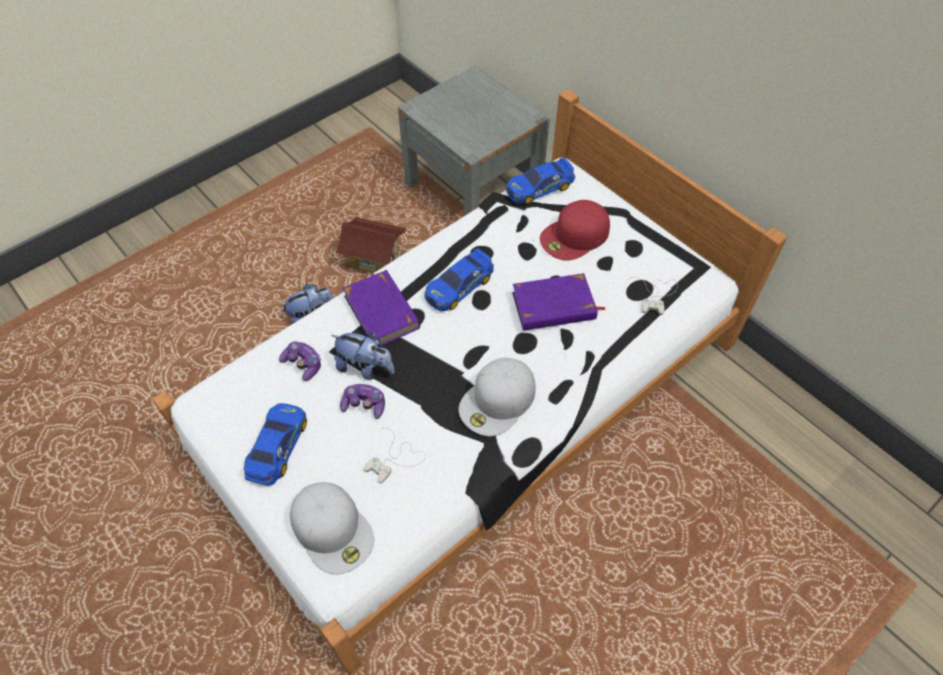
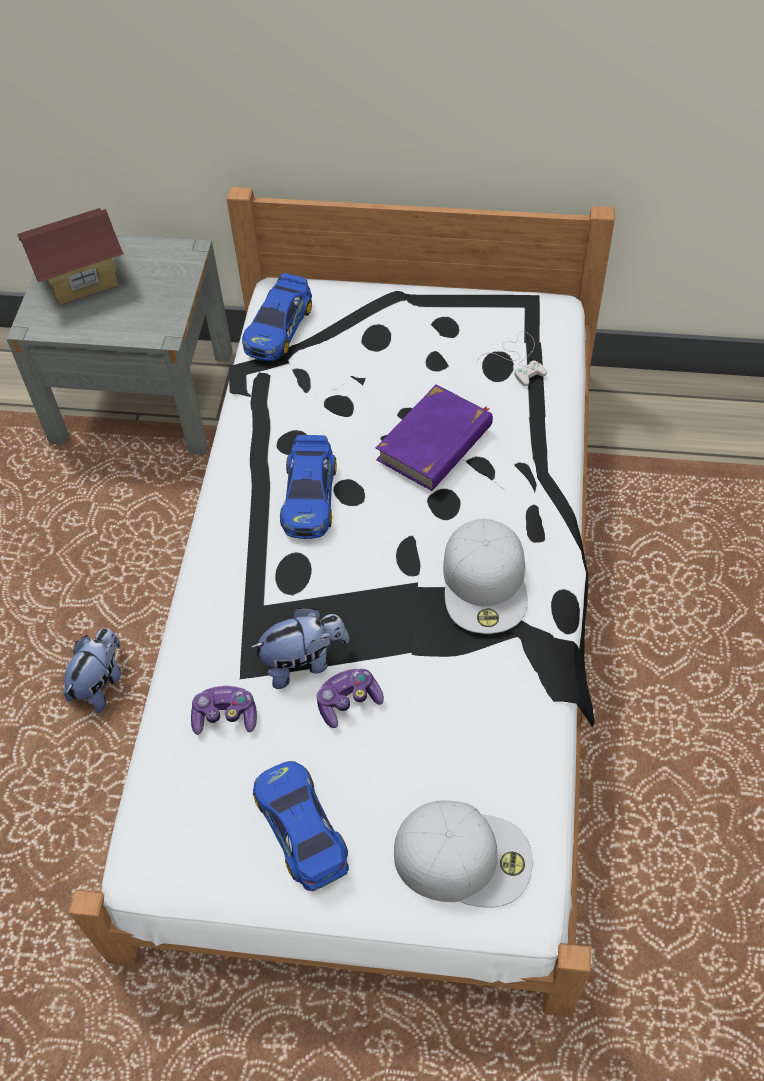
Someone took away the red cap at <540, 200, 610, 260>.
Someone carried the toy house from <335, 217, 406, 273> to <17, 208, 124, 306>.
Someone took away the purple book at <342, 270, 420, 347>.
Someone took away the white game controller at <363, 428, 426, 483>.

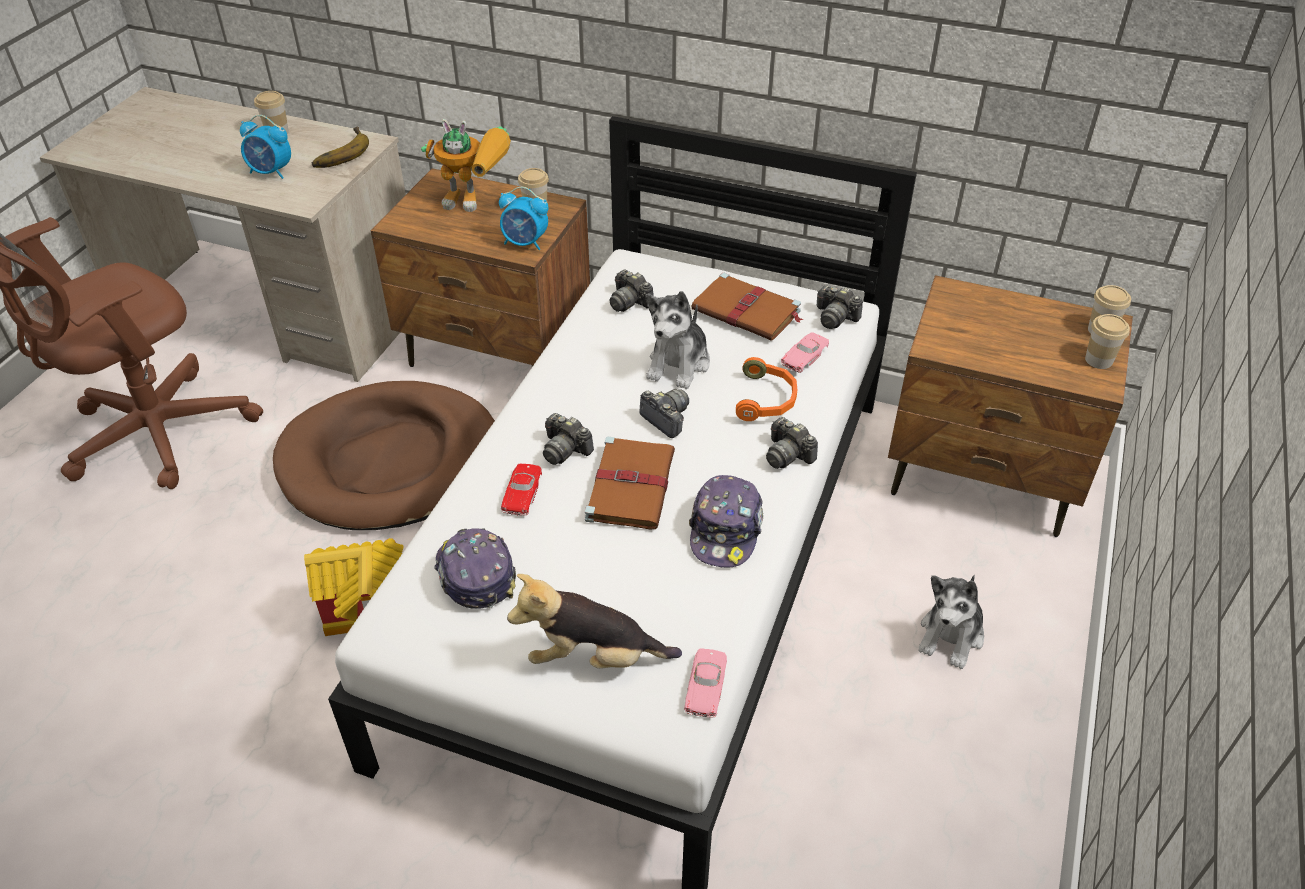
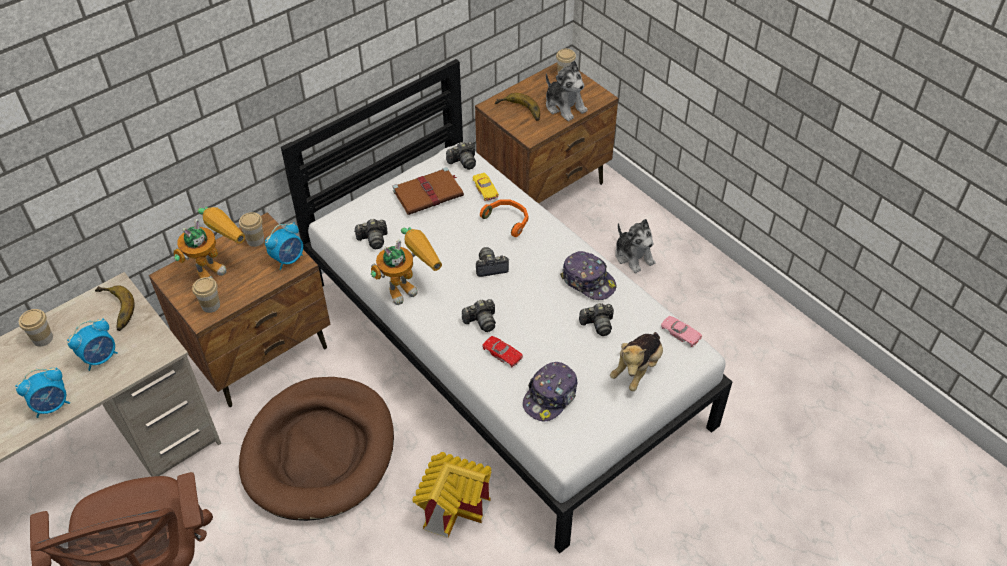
Someone carried the plush toy from <646, 291, 710, 389> to <546, 61, 588, 121>.
Someone carried the cup from <1085, 314, 1130, 369> to <192, 277, 220, 313>.
Someone repainted the pink toy car at <781, 332, 829, 373>, which became the yellow toy car at <473, 173, 499, 201>.
Someone carried the photo camera from <766, 417, 818, 469> to <579, 303, 614, 336>.
Someone took away the brown book at <585, 437, 675, 530>.
Someone rotated the cap at <434, 528, 516, 609> by 60 degrees counterclockwise.
Someone put down the banana at <495, 93, 540, 121>.
Someone put down the toy robot at <371, 227, 442, 305>.
Someone put down the alarm clock at <15, 367, 70, 418>.

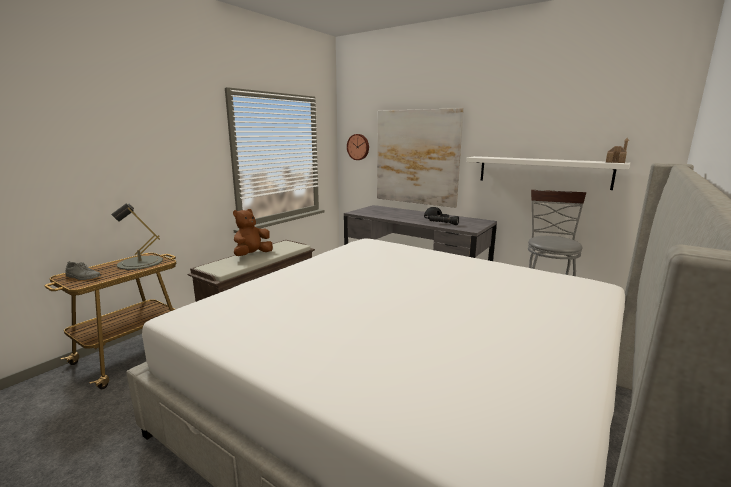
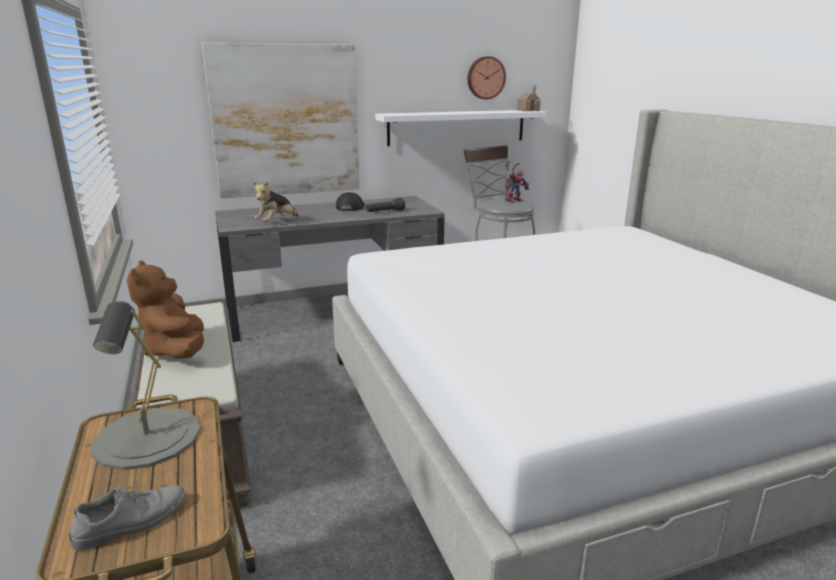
Someone carried the wall clock from <347, 134, 369, 160> to <467, 56, 506, 99>.
Someone put down the toy robot at <505, 161, 529, 203>.
Someone put down the plush toy at <253, 181, 298, 222>.

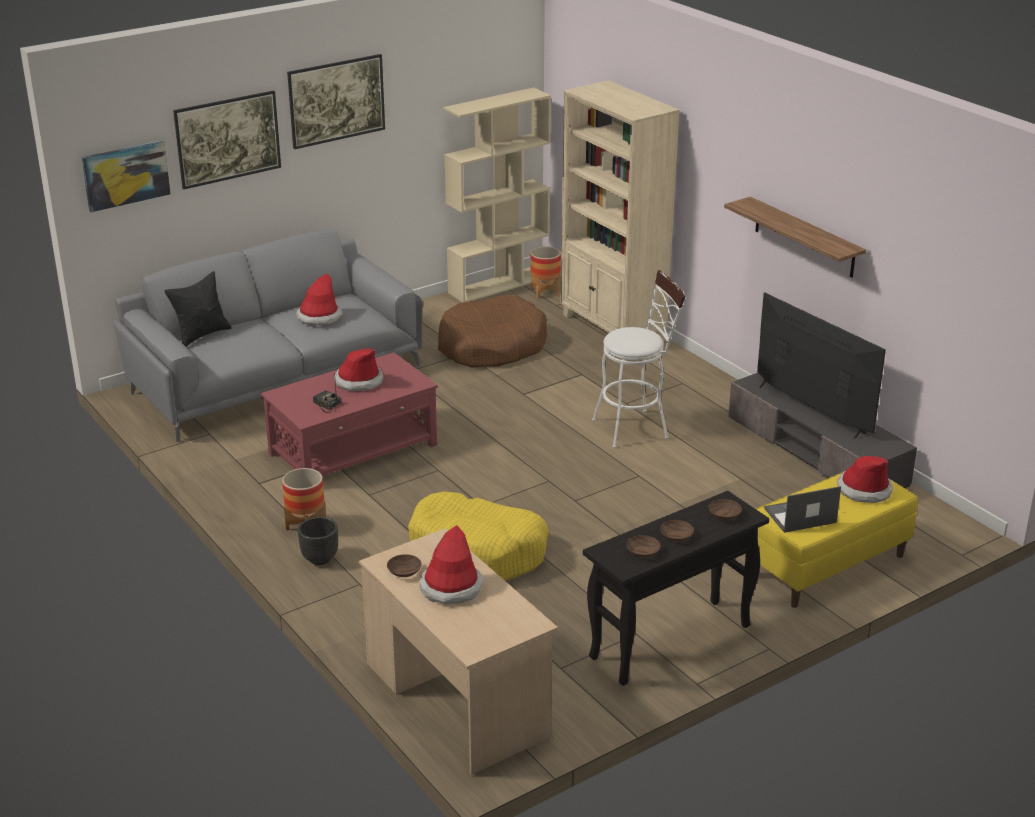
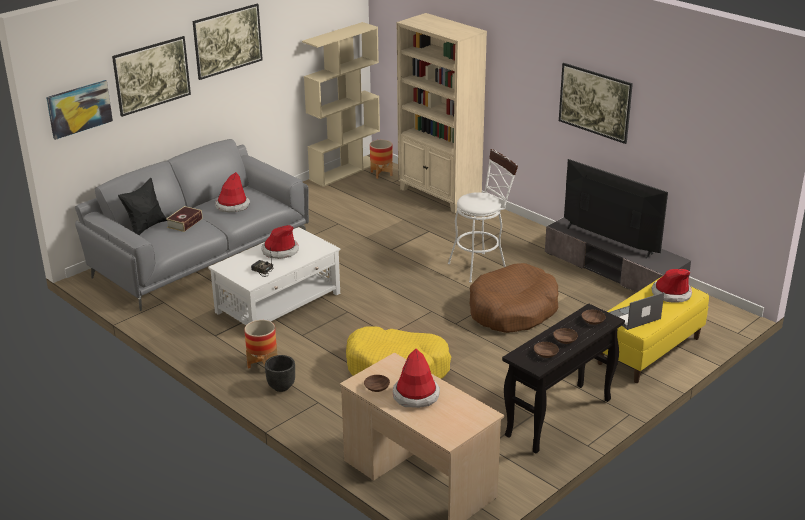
Someone swapped the shelf at <724, 197, 866, 278> for the picture at <559, 63, 633, 144>.
Someone carried the brown dog bed from <438, 295, 547, 367> to <470, 263, 558, 333>.
Someone repainted the red coffee table at <261, 352, 438, 476>, which became the white coffee table at <208, 227, 340, 325>.
Someone put down the book at <166, 206, 202, 232>.

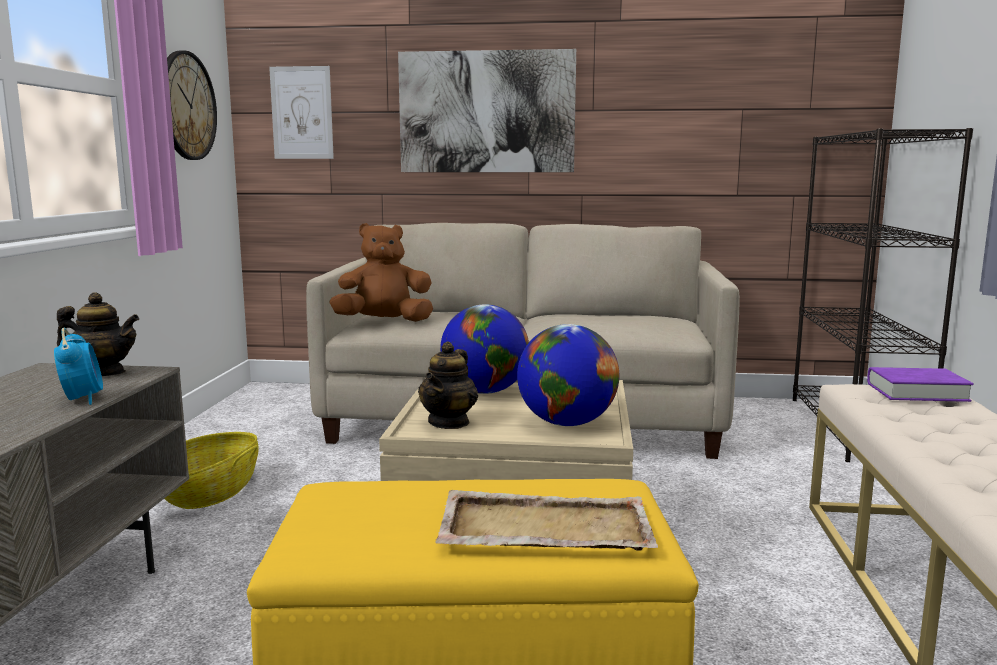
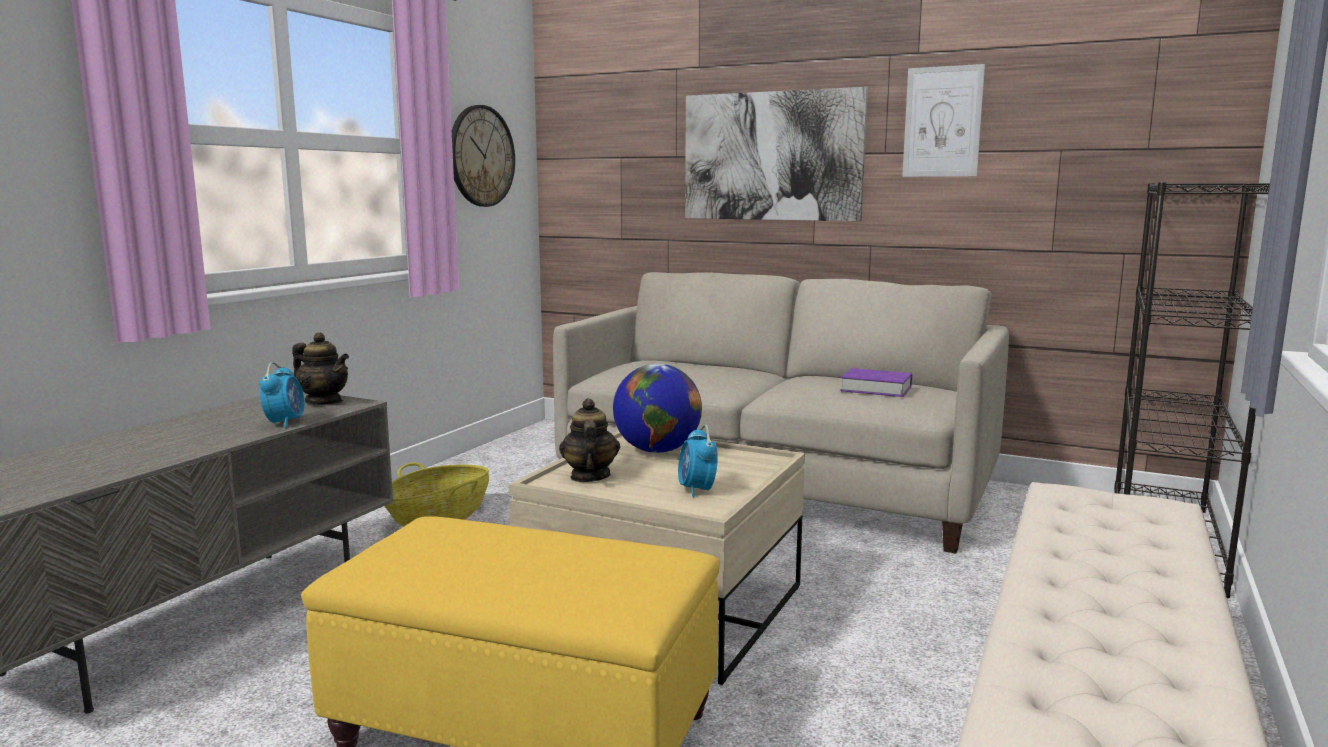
Someone carried the picture from <269, 66, 334, 159> to <902, 64, 985, 177>.
Someone took away the brown plush toy at <329, 223, 433, 322>.
Someone swapped the globe at <517, 324, 620, 426> for the alarm clock at <678, 425, 718, 498>.
Someone rotated the teapot at <418, 341, 478, 429> by 135 degrees clockwise.
Someone carried the purple book from <867, 367, 974, 402> to <840, 368, 912, 397>.
Someone took away the beige tray at <435, 490, 658, 551>.

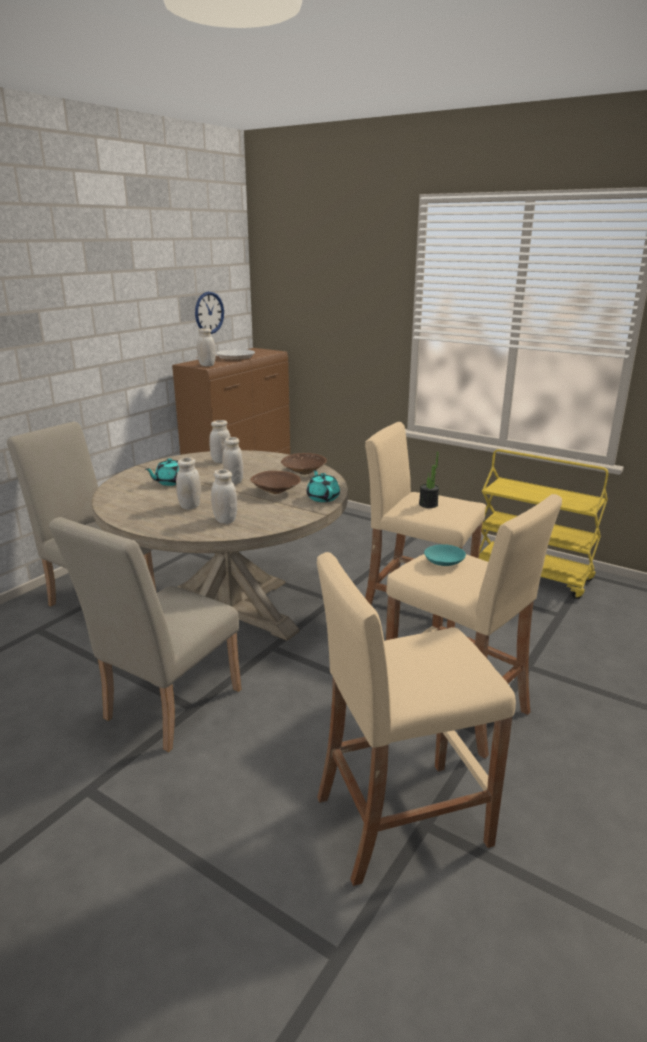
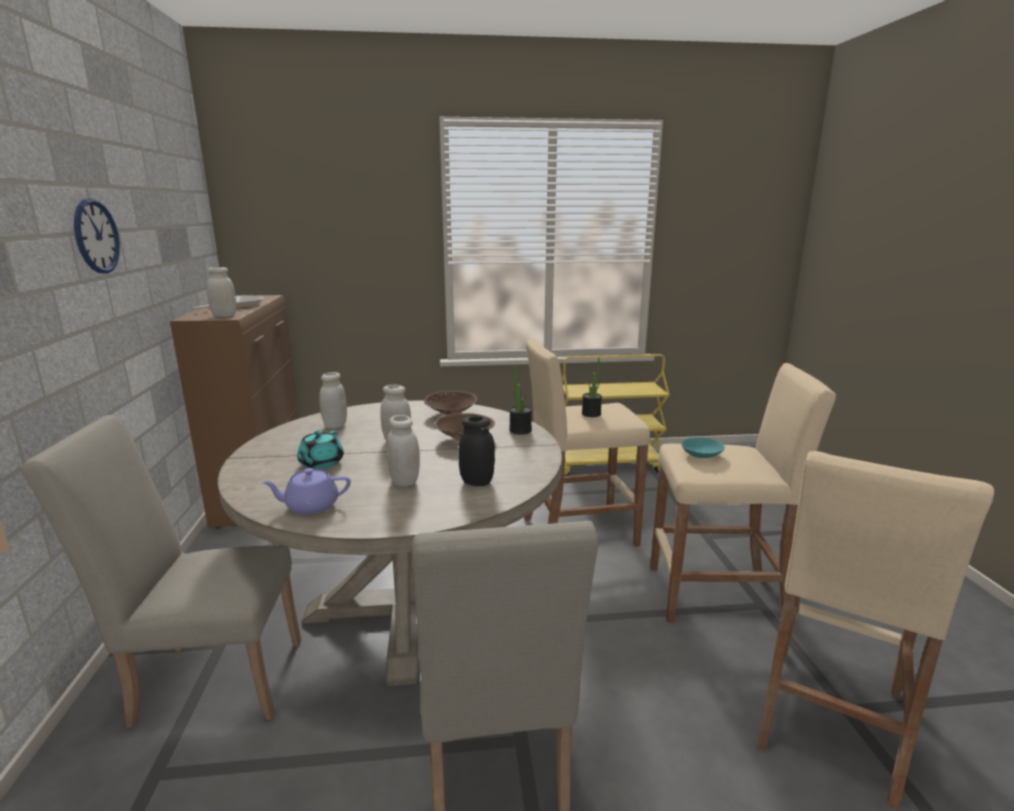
Someone carried the wall clock from <195, 292, 224, 334> to <74, 198, 120, 274>.
Someone repainted the white jar at <211, 469, 237, 524>, which became the black jar at <458, 416, 495, 486>.
Someone swapped the turquoise teapot at <306, 470, 340, 502> for the potted plant at <509, 367, 532, 435>.
Someone put down the purple teapot at <262, 468, 351, 514>.

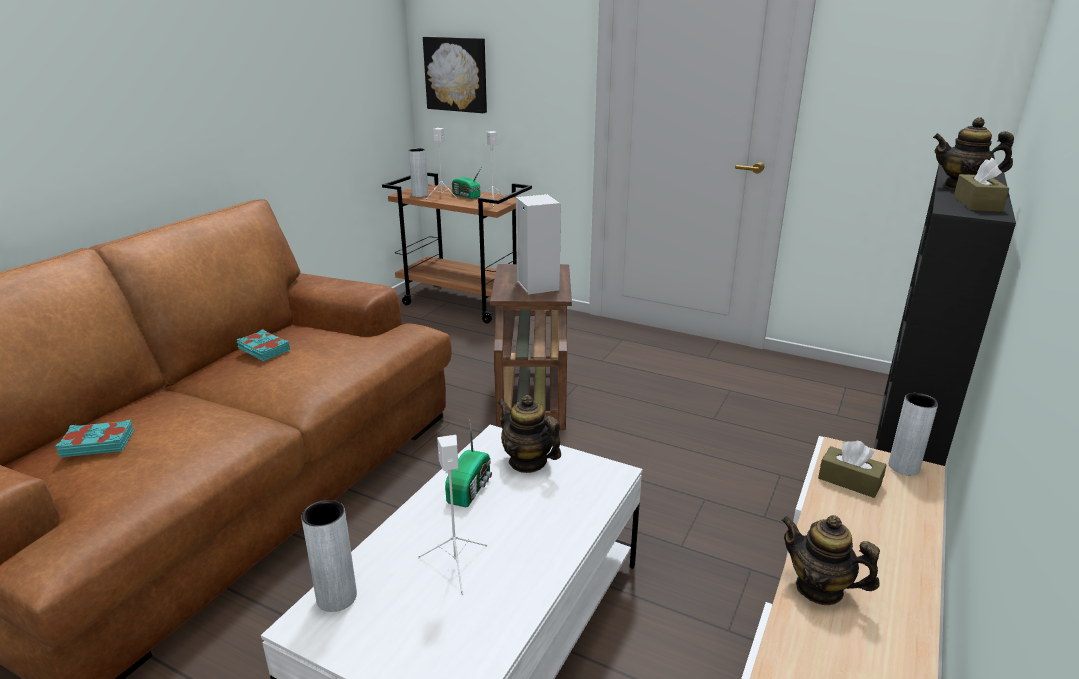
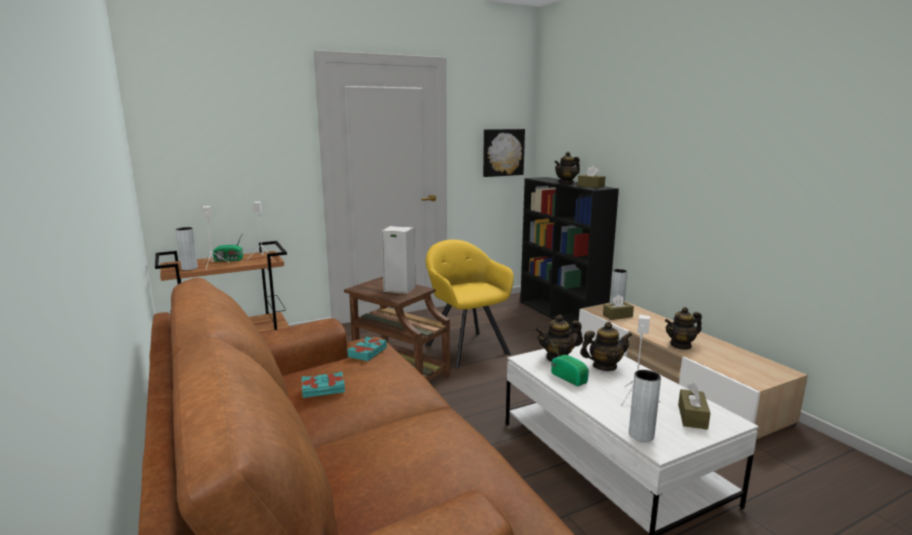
Someone carried the picture from <423, 37, 487, 113> to <483, 129, 525, 177>.
Someone carried the turquoise book from <56, 420, 134, 457> to <347, 337, 387, 361>.
Someone put down the yellow armchair at <425, 240, 514, 369>.
Someone put down the teapot at <580, 322, 632, 371>.
Someone put down the brown tissue box at <678, 383, 710, 430>.

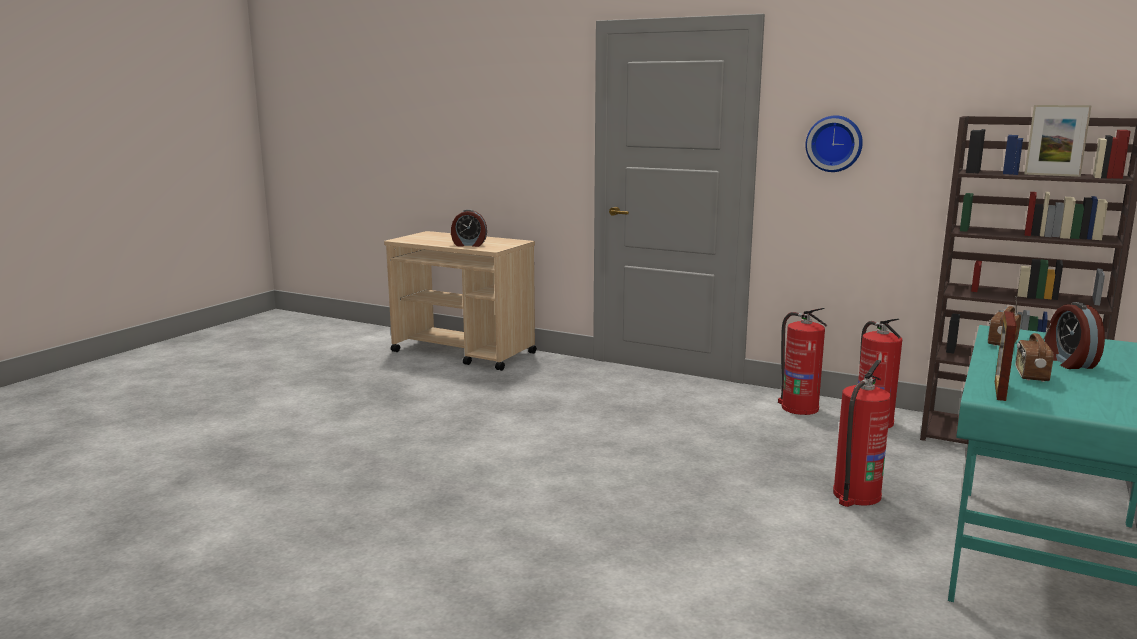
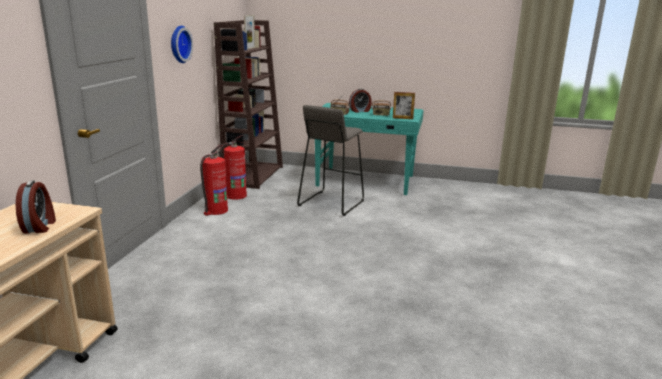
Someone swapped the fire extinguisher at <833, 360, 891, 507> for the grey stool at <297, 105, 364, 216>.

